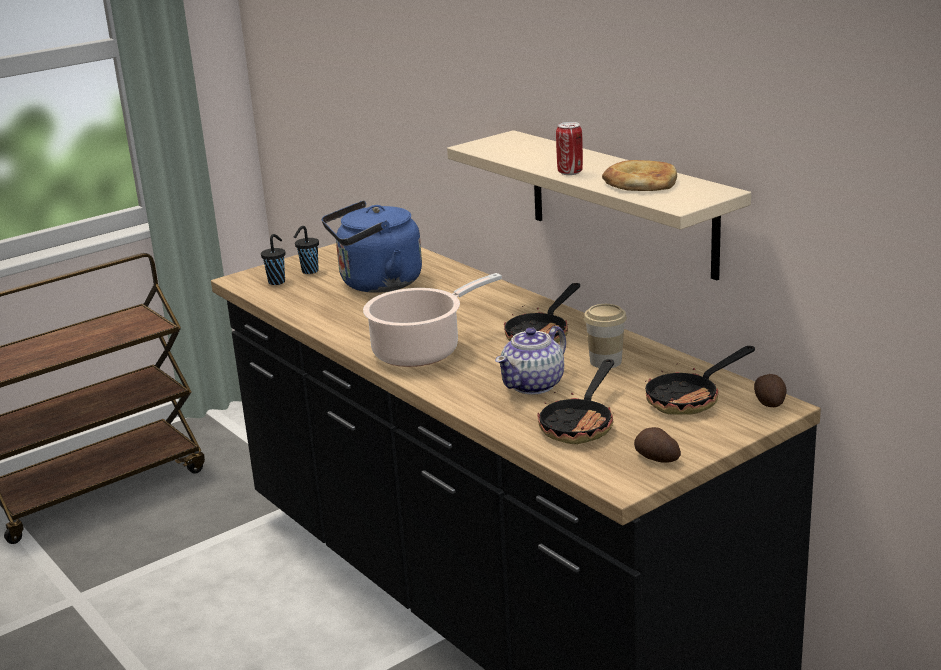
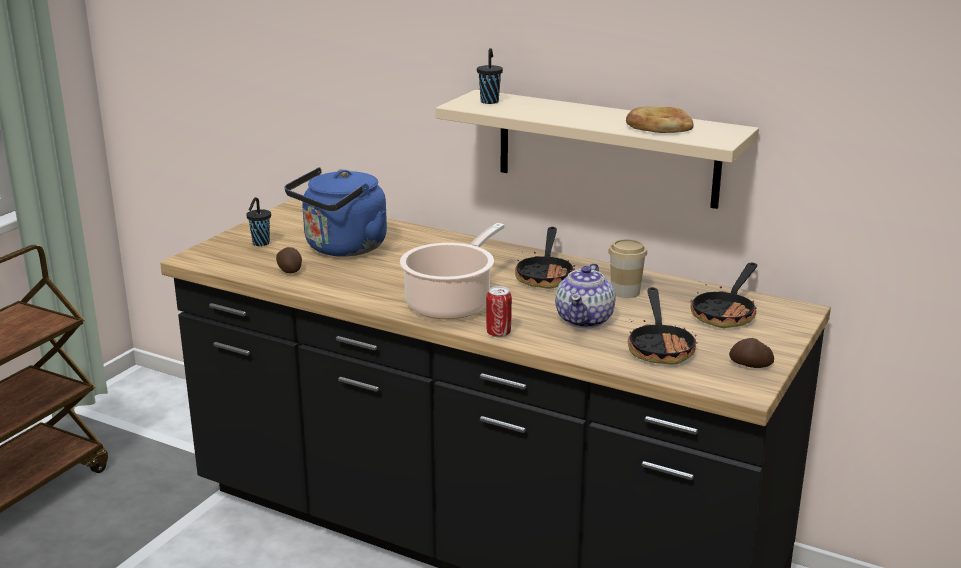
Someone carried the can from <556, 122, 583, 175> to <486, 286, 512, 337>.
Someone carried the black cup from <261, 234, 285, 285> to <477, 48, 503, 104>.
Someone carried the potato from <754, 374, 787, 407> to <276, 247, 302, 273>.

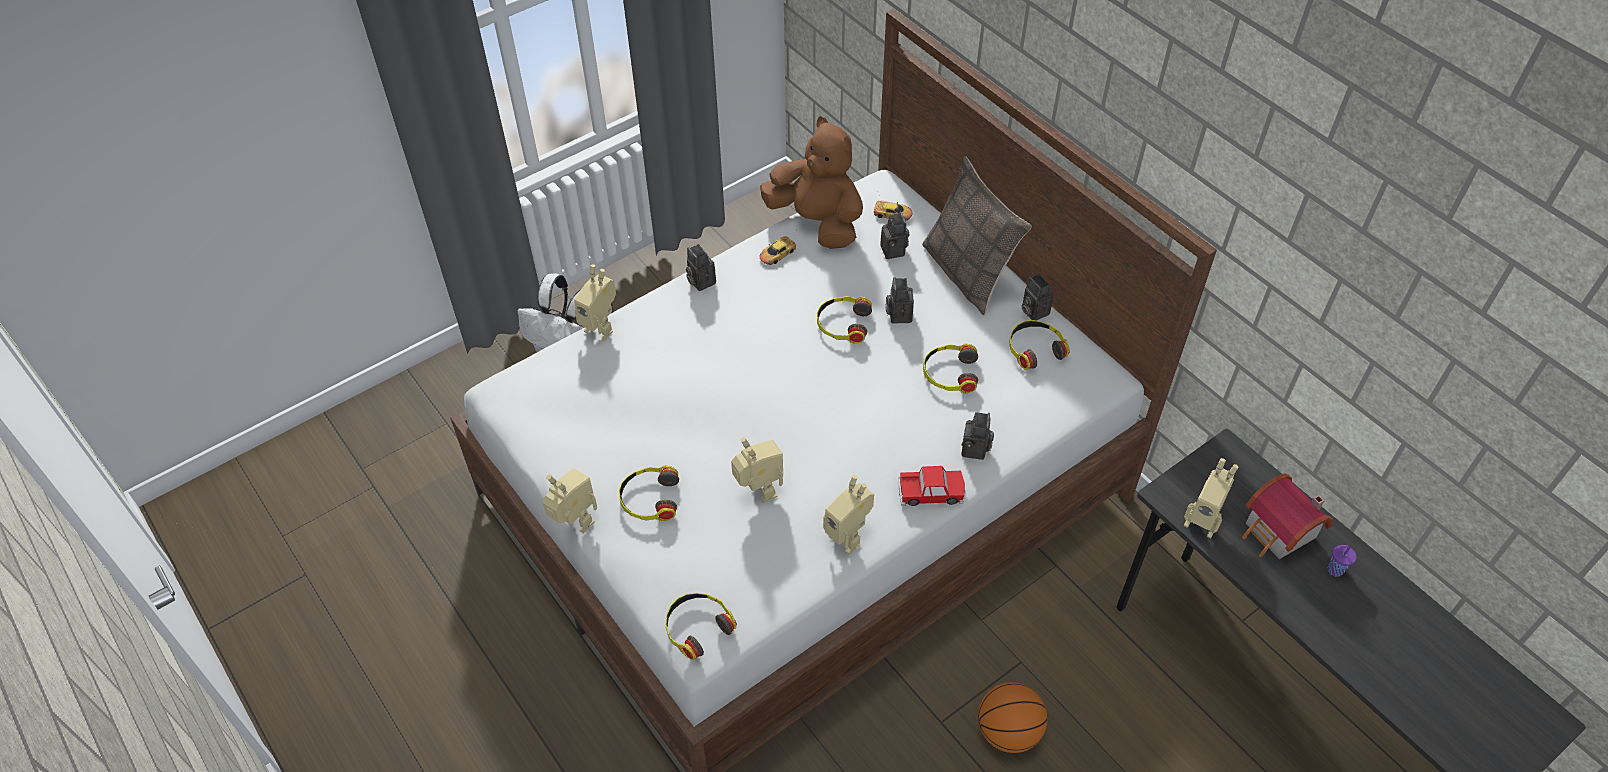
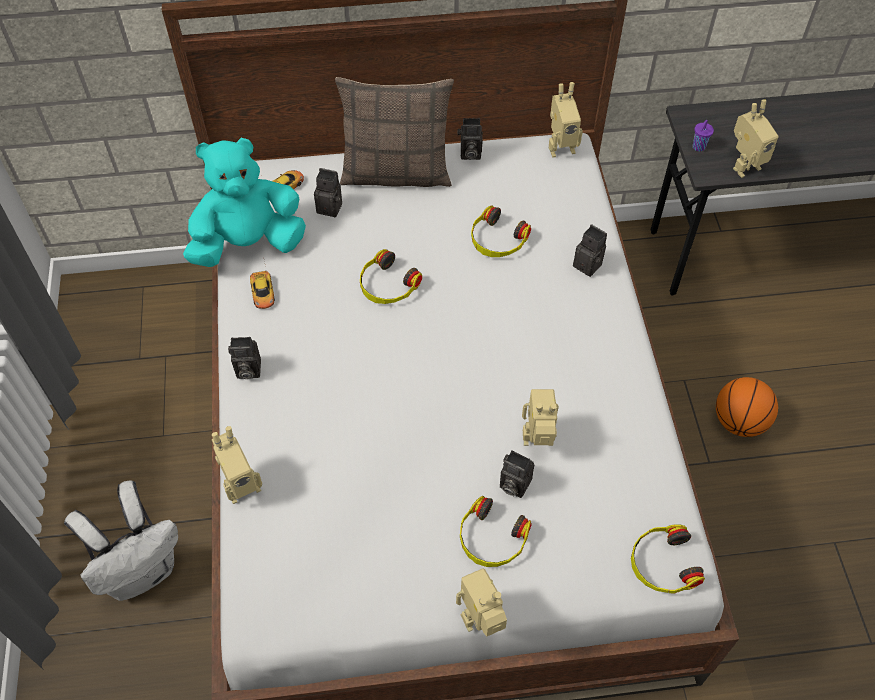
Someone repainted the brown plush toy at <760, 116, 863, 249>, which became the turquoise plush toy at <183, 138, 306, 267>.
Someone carried the photo camera from <886, 277, 914, 323> to <500, 450, 534, 498>.
Someone took away the headphones at <1009, 320, 1070, 370>.
Someone took away the toy car at <898, 466, 965, 506>.
Someone took away the toy house at <1242, 473, 1333, 559>.
Someone carried the toy robot from <823, 475, 874, 555> to <549, 82, 583, 157>.
Someone carried the purple cup from <1327, 545, 1357, 577> to <693, 120, 714, 151>.

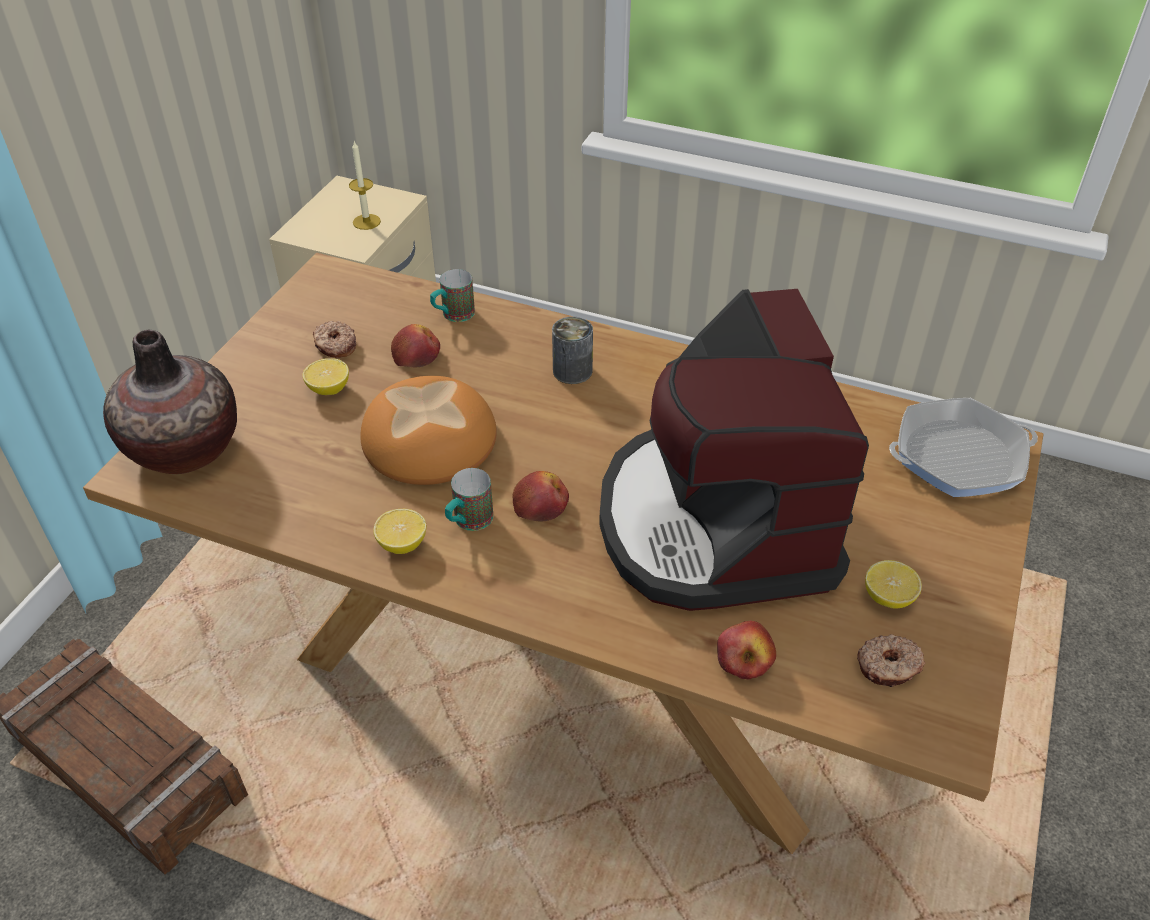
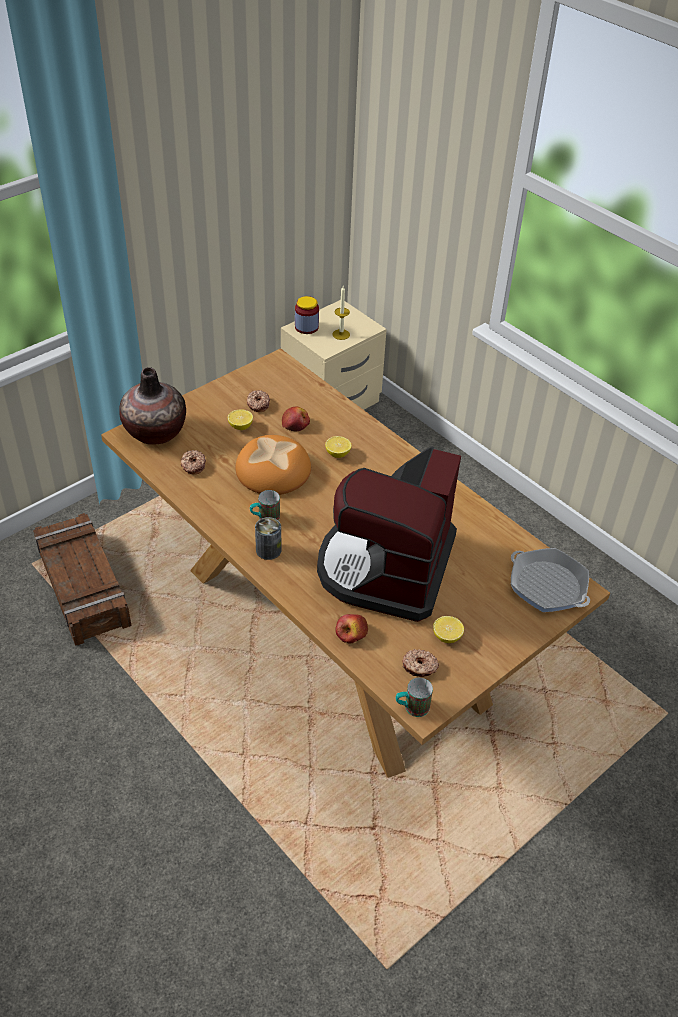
Someone carried the mug from <430, 269, 475, 322> to <396, 678, 433, 717>.
Someone carried the can from <552, 317, 593, 384> to <255, 517, 282, 560>.
Someone rotated the frying pan at <889, 398, 1038, 497> by 150 degrees counterclockwise.
Someone took away the apple at <512, 471, 569, 521>.
Someone carried the lemon from <373, 509, 426, 554> to <325, 436, 352, 458>.
Someone put down the jar at <295, 296, 319, 334>.
Someone put down the donut at <181, 450, 206, 475>.

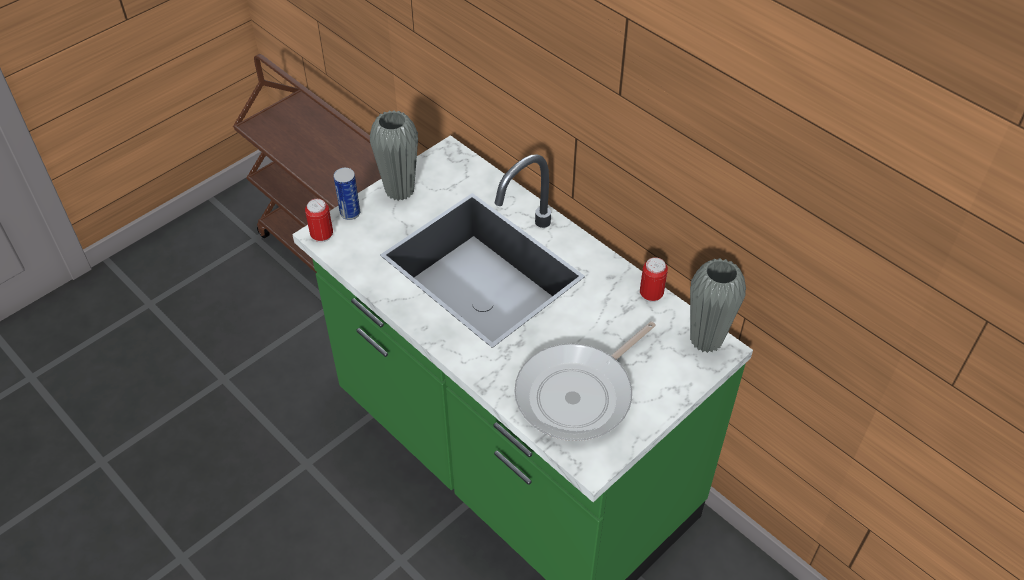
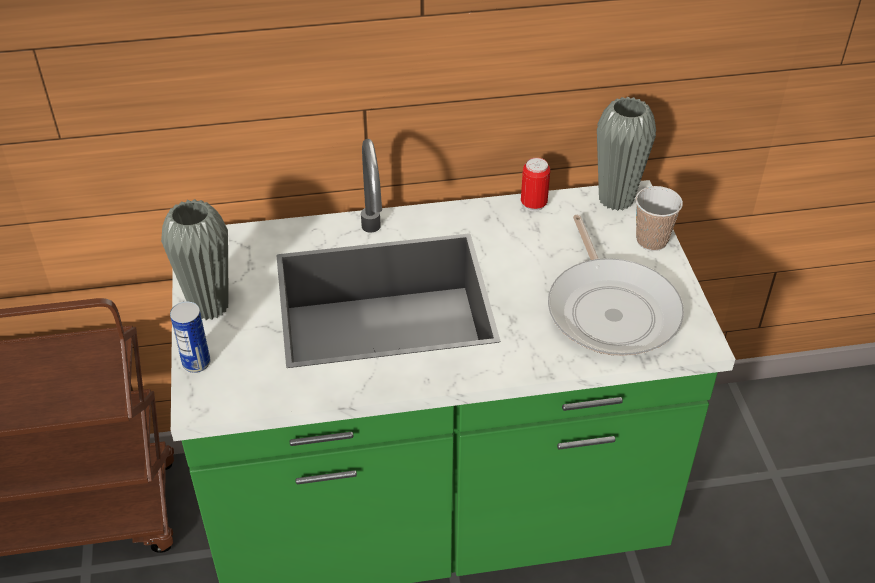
Someone took away the can at <305, 199, 333, 242>.
Someone put down the cup at <636, 186, 683, 251>.

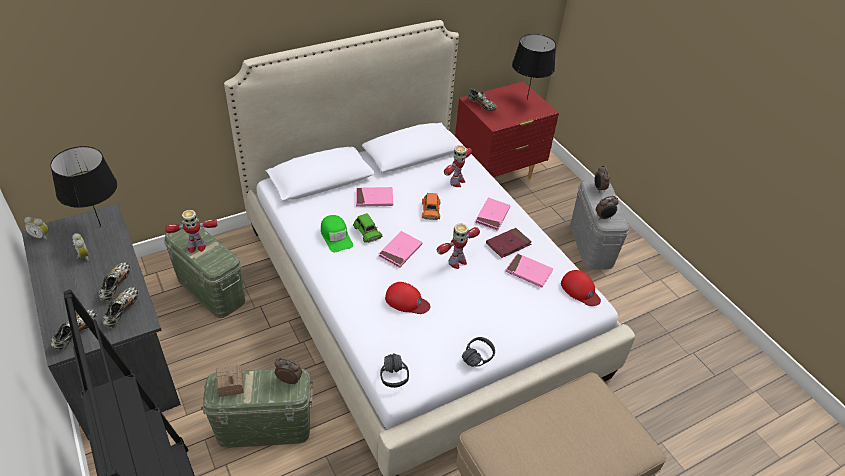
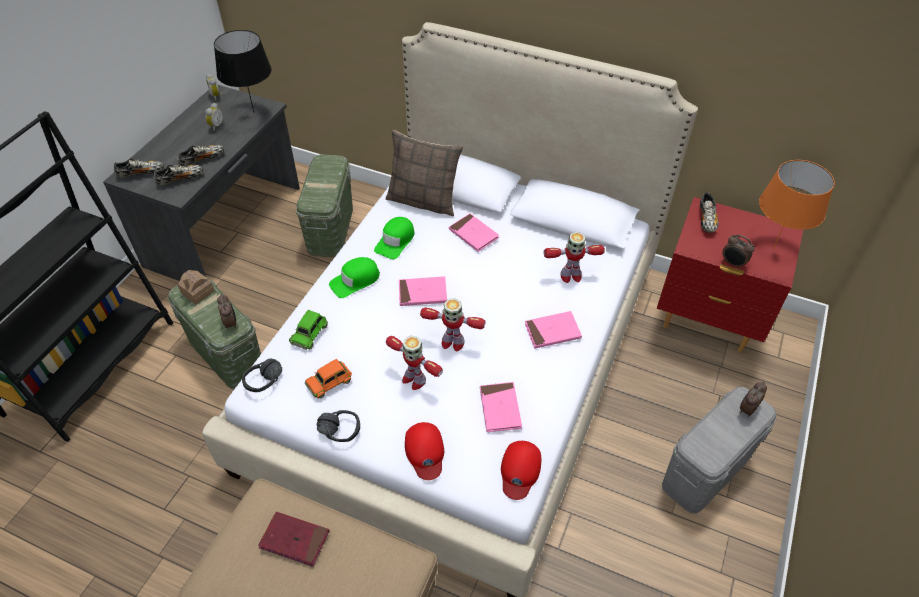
Someone repainted the black table lamp at <512, 34, 556, 99>, which became the orange table lamp at <759, 160, 835, 249>.
Someone carried the orange toy car from <422, 193, 441, 220> to <305, 359, 352, 399>.
Someone carried the alarm clock from <596, 196, 619, 220> to <722, 234, 755, 269>.
Someone carried the toy robot from <165, 210, 218, 253> to <386, 336, 443, 390>.
Someone carried the green toy car from <353, 213, 382, 243> to <289, 310, 328, 350>.
Someone carried the red book from <486, 228, 532, 258> to <258, 512, 329, 567>.
Someone carried the red cap from <385, 282, 431, 314> to <405, 422, 444, 480>.
Someone put down the pillow at <386, 130, 464, 216>.
Someone put down the green cap at <329, 257, 380, 298>.

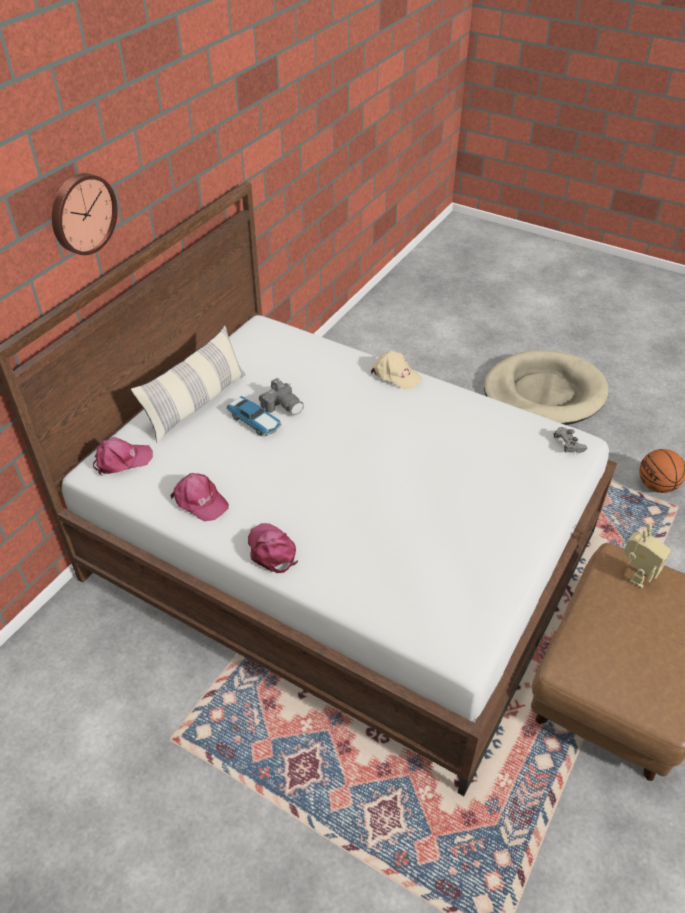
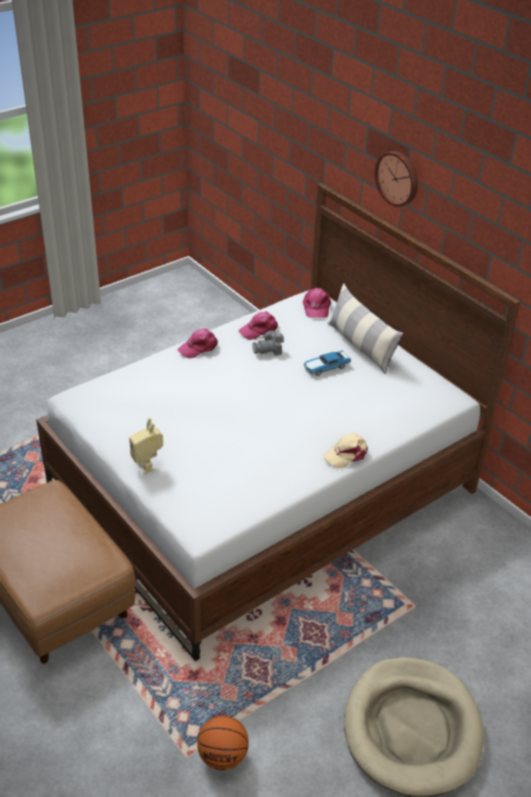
Someone carried the photo camera from <259, 378, 304, 415> to <252, 330, 284, 356>.
Someone took away the grey game controller at <553, 427, 587, 453>.
Someone carried the toy robot from <624, 522, 671, 588> to <129, 418, 163, 474>.
Someone rotated the pink cap at <248, 523, 298, 573> by 150 degrees clockwise.

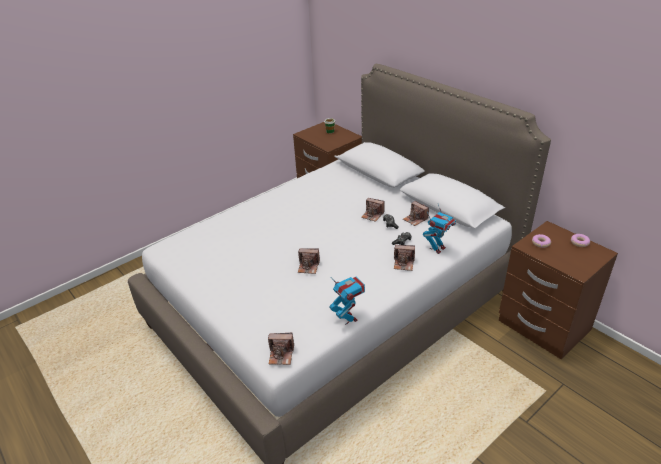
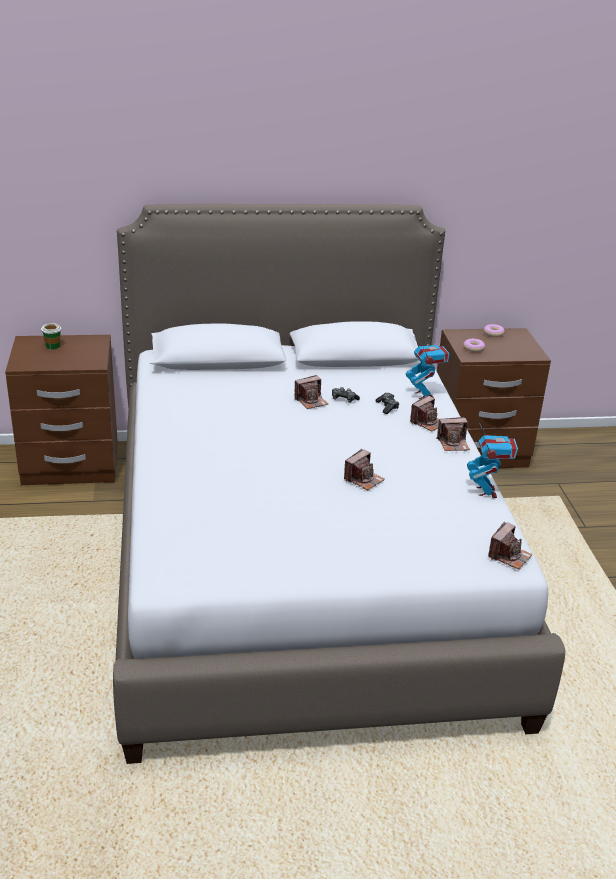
Someone carried the photo camera from <403, 201, 429, 226> to <436, 417, 470, 451>.
Someone rotated the toy robot at <330, 277, 365, 325> by 90 degrees clockwise.

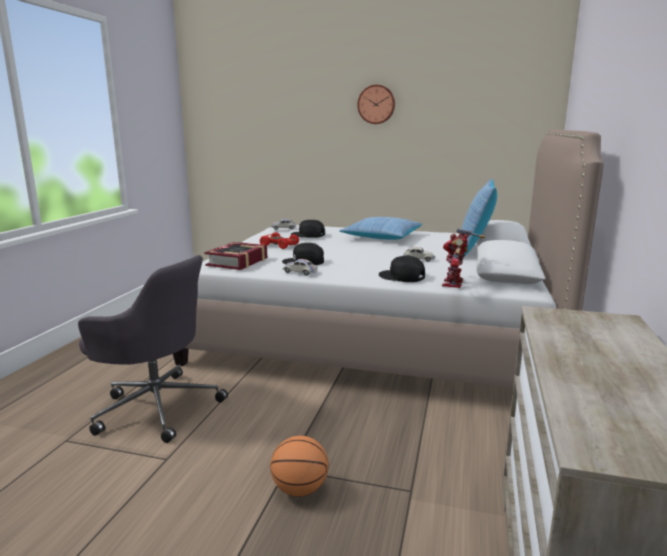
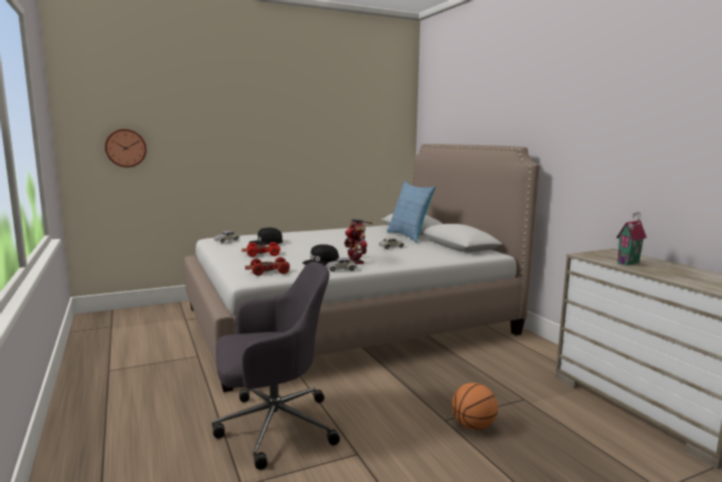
Someone carried the wall clock from <357, 84, 395, 124> to <105, 129, 147, 167>.
Someone took away the pillow at <339, 217, 422, 240>.
Someone carried the toy robot from <442, 229, 485, 288> to <344, 219, 373, 264>.
Someone swapped the book at <204, 242, 267, 270> for the red toy car at <245, 257, 290, 276>.
Someone took away the black cap at <379, 256, 425, 282>.
Someone put down the toy house at <616, 212, 647, 266>.

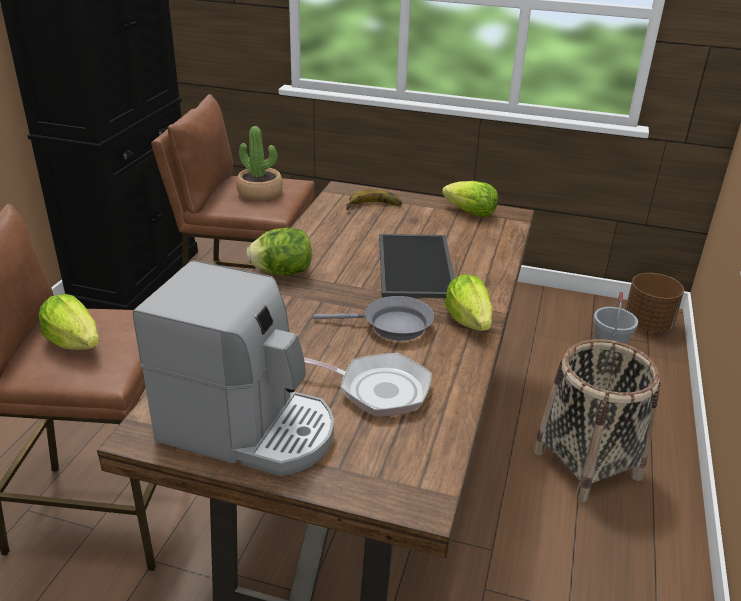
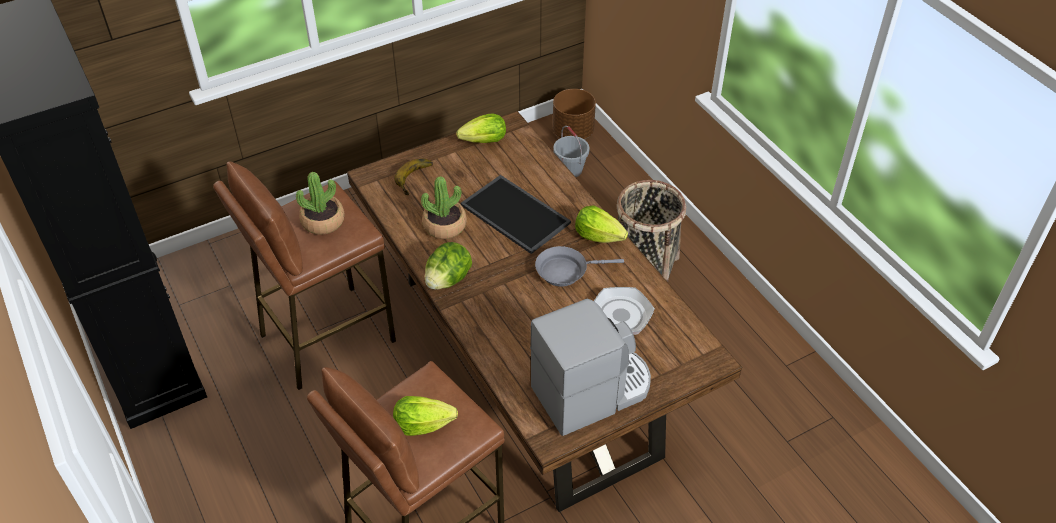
Someone rotated the grey frying pan at <313, 296, 434, 341> by 150 degrees counterclockwise.
Someone put down the potted plant at <421, 176, 467, 239>.

